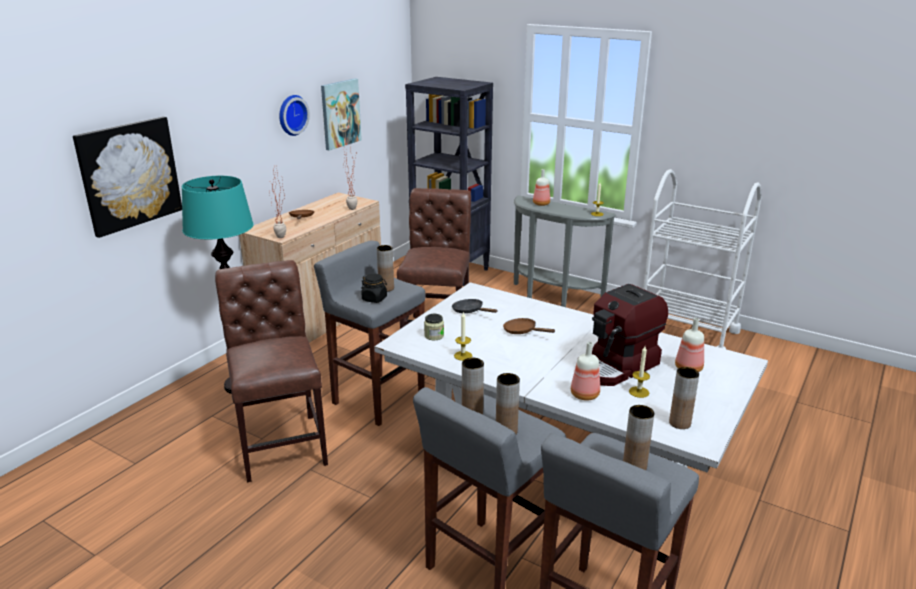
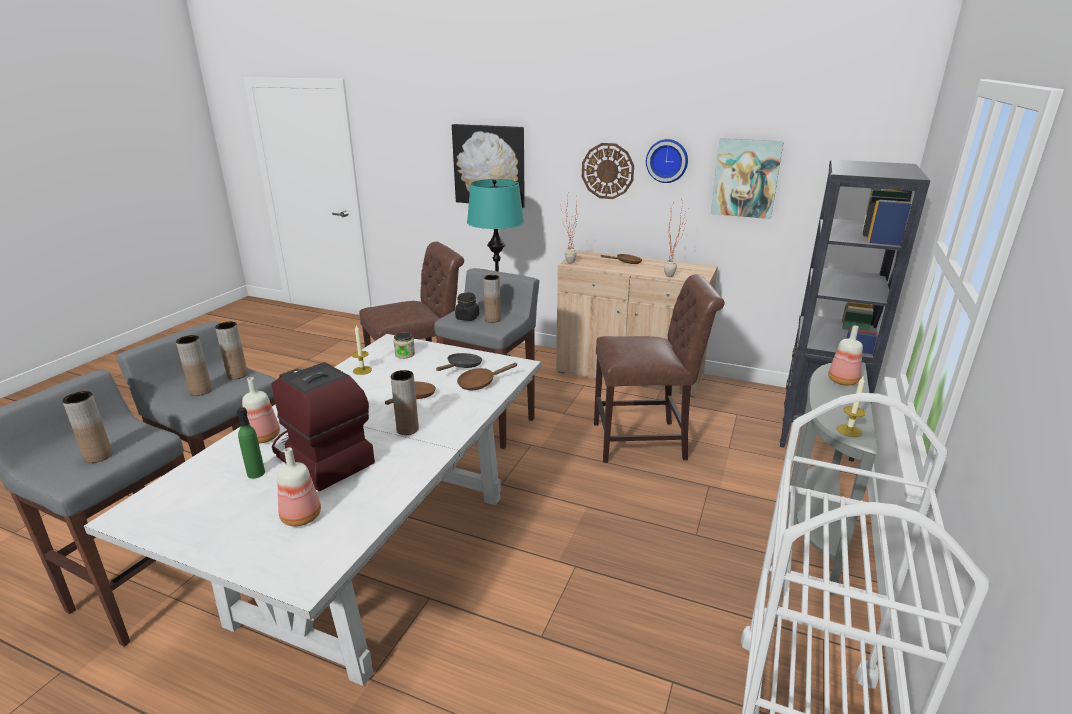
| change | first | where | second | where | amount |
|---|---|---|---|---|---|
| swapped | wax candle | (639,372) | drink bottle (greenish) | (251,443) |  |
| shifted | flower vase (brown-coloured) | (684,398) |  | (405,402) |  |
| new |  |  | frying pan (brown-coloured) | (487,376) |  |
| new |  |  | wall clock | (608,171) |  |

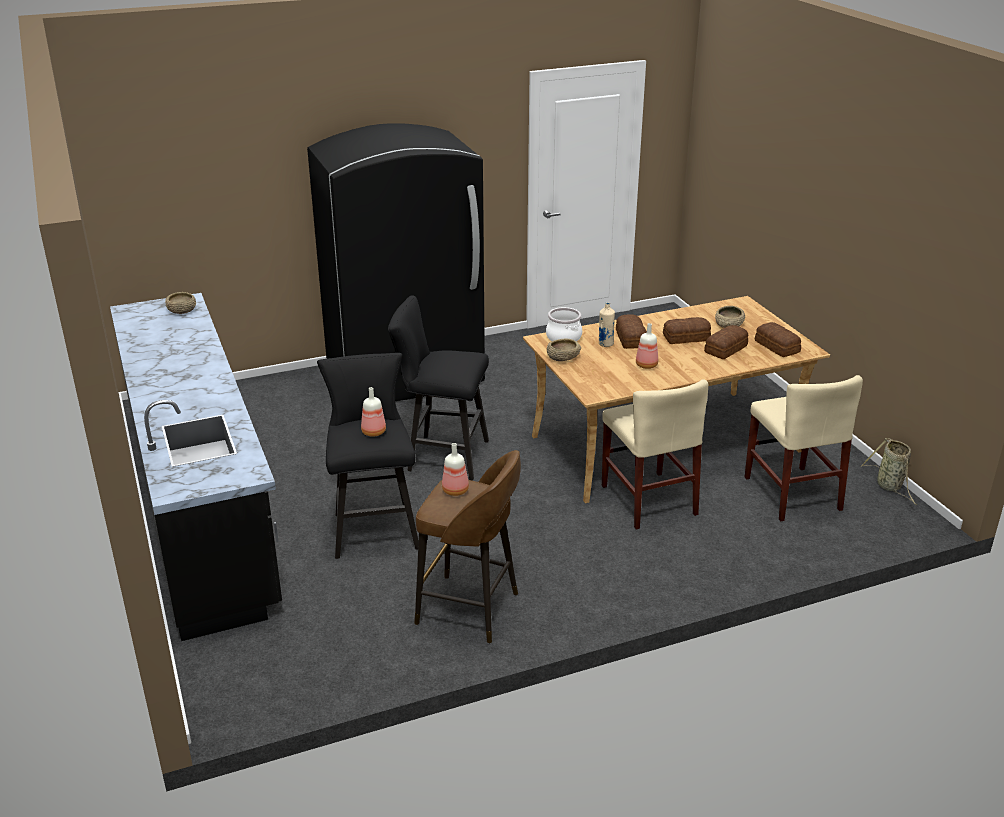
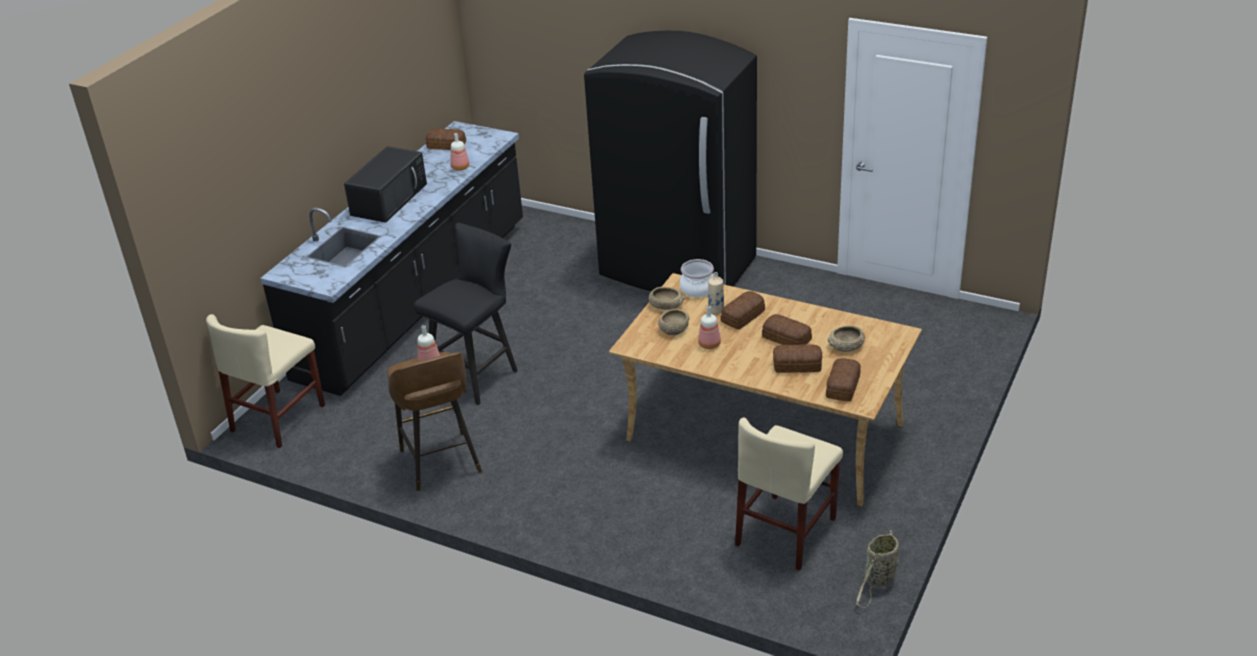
| change | first | where | second | where | amount |
|---|---|---|---|---|---|
| shifted | bowl (beige) | (180,303) |  | (673,322) |  |
| shifted | drink bottle | (373,412) |  | (459,152) |  |
| gone | stool seat (black-coloured) | (438,388) |  |  |  |
| shifted | chair (beige) | (655,454) |  | (265,381) |  |
| new |  |  | microwave (black-coloured) | (385,184) |  |
| new |  |  | bread | (446,139) |  |

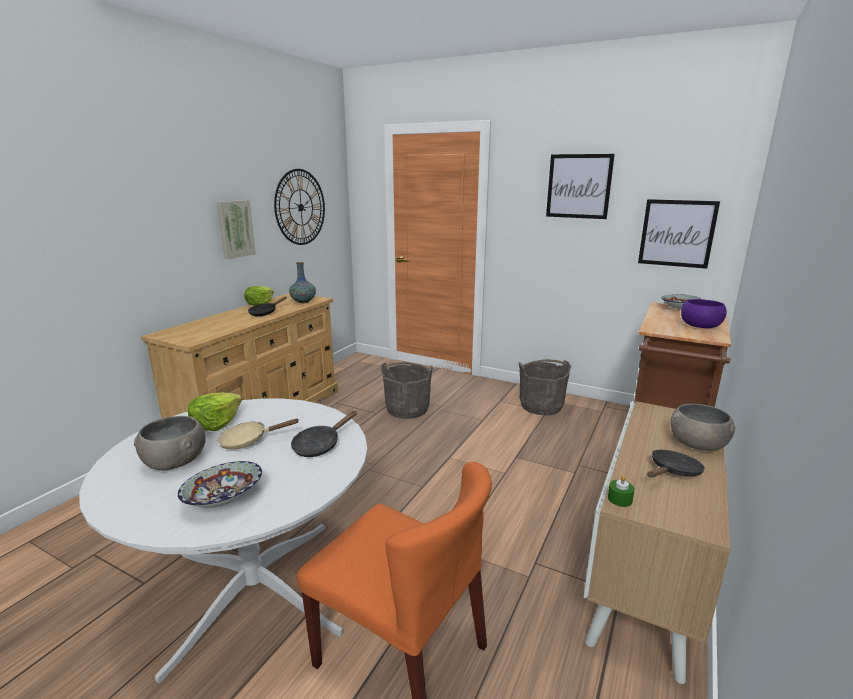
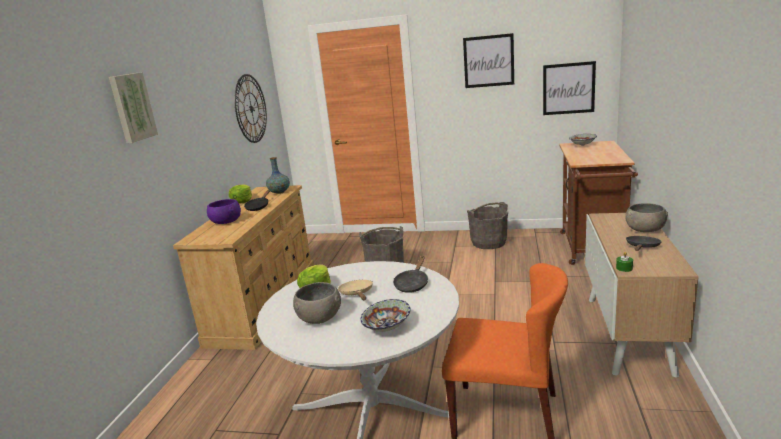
| change | first | where | second | where | amount |
|---|---|---|---|---|---|
| shifted | wall picture | (236,229) |  | (133,107) |  |
| rotated | frying pan (beige) | (258,434) |  | (355,290) | 105 degrees clockwise |
| shifted | bowl (purplish) | (704,313) |  | (224,211) |  |

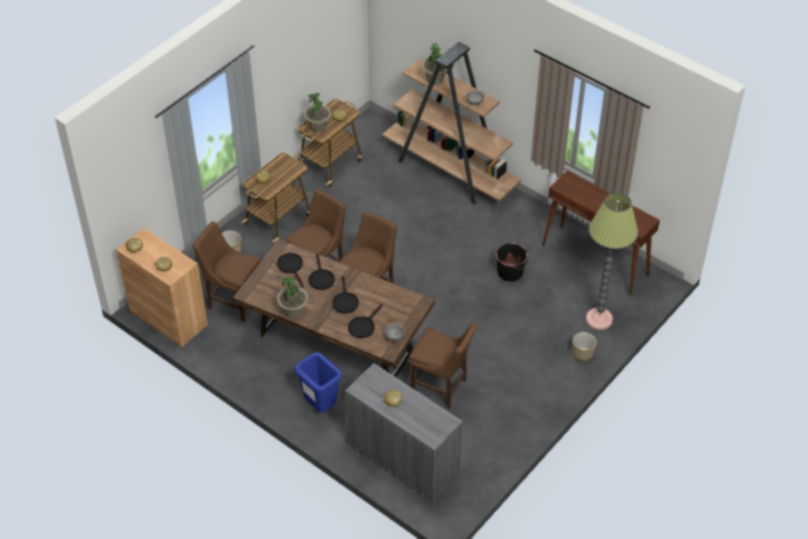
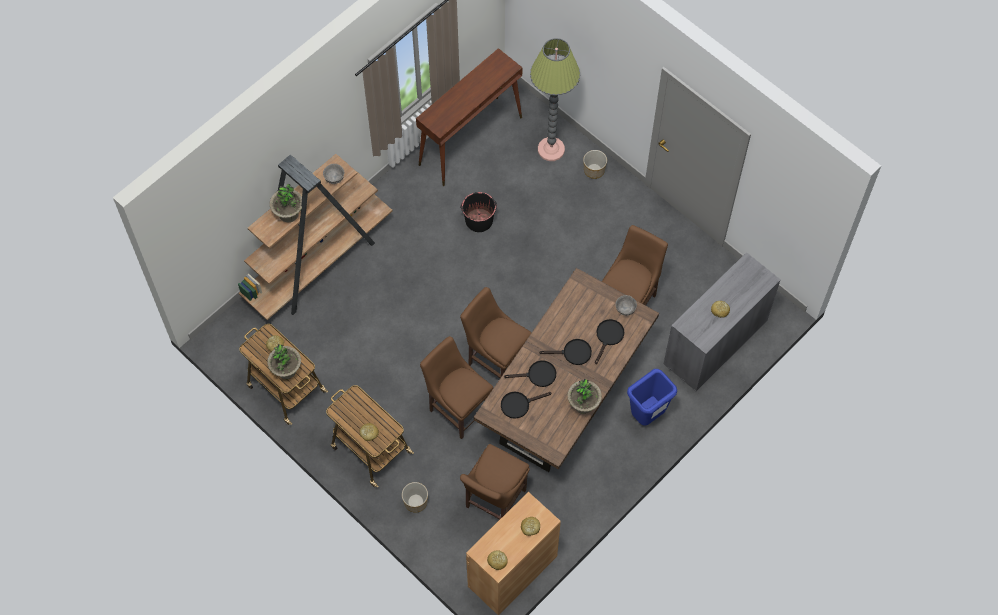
| change | first | where | second | where | amount |
|---|---|---|---|---|---|
| rotated | frying pan (black-coloured) | (365,321) |  | (609,341) | 105 degrees counterclockwise |

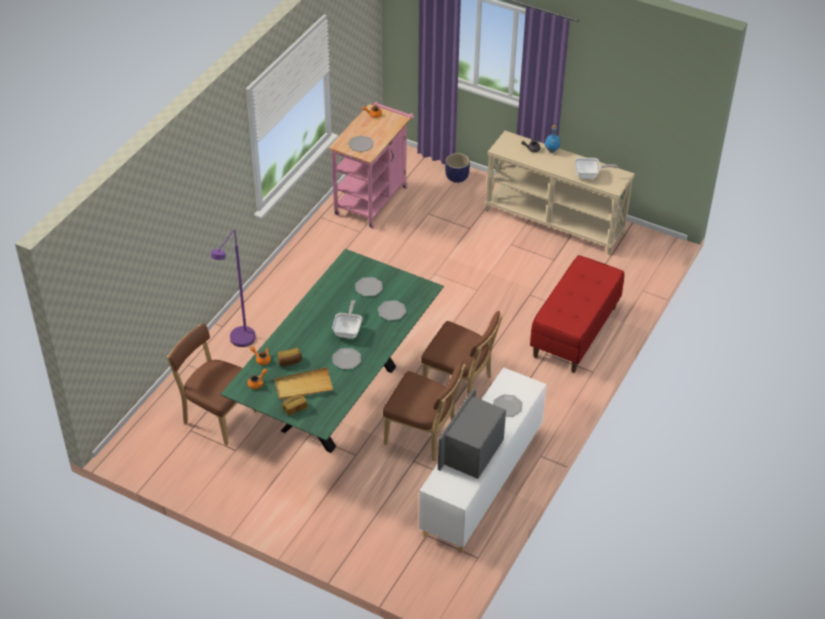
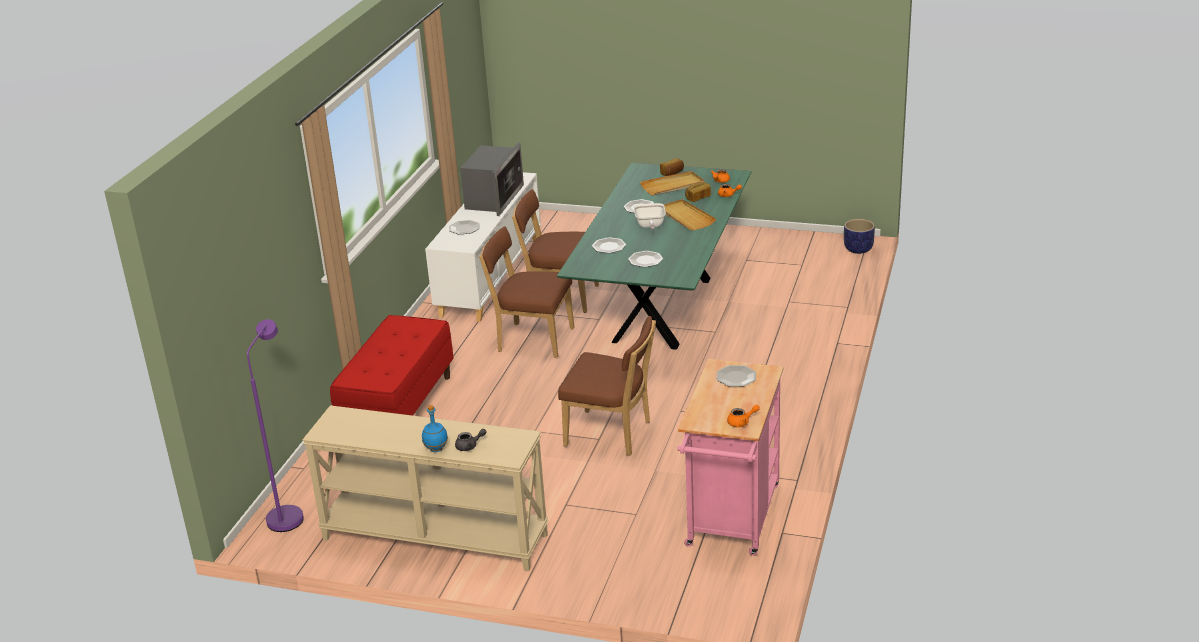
| change | first | where | second | where | amount |
|---|---|---|---|---|---|
| shifted | chair (brown-coloured) | (212,384) |  | (607,386) |  |
| shifted | standing lamp (purplish) | (233,288) |  | (275,425) |  |
| shifted | plant pot | (457,168) |  | (859,236) |  |
| gone | frying pan | (596,168) |  |  |  |
| new |  |  | serving tray (beige) | (689,214) |  |

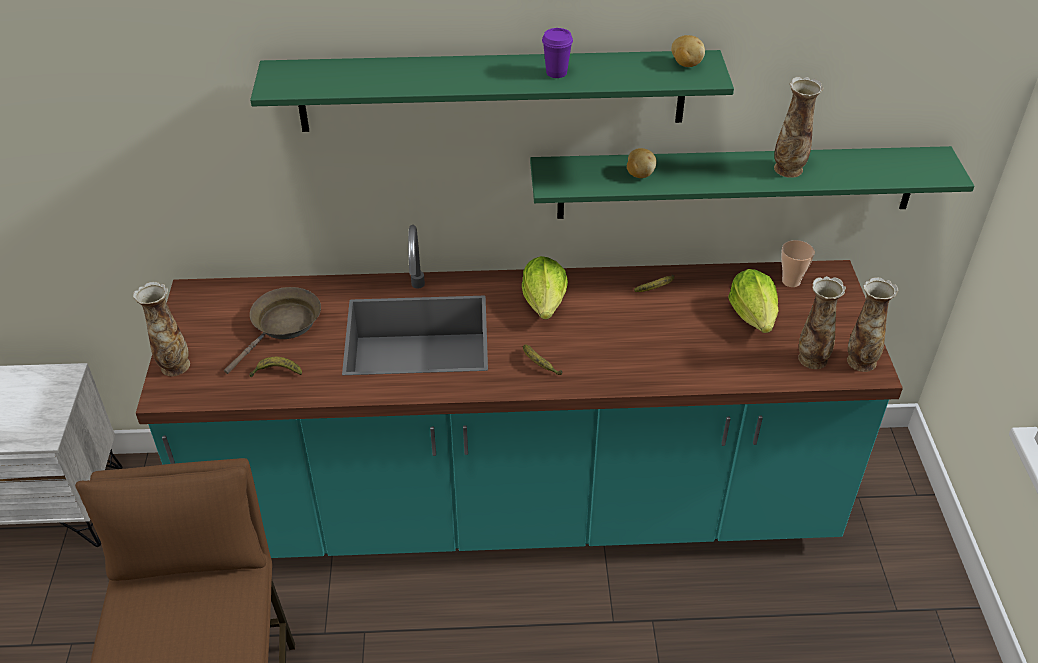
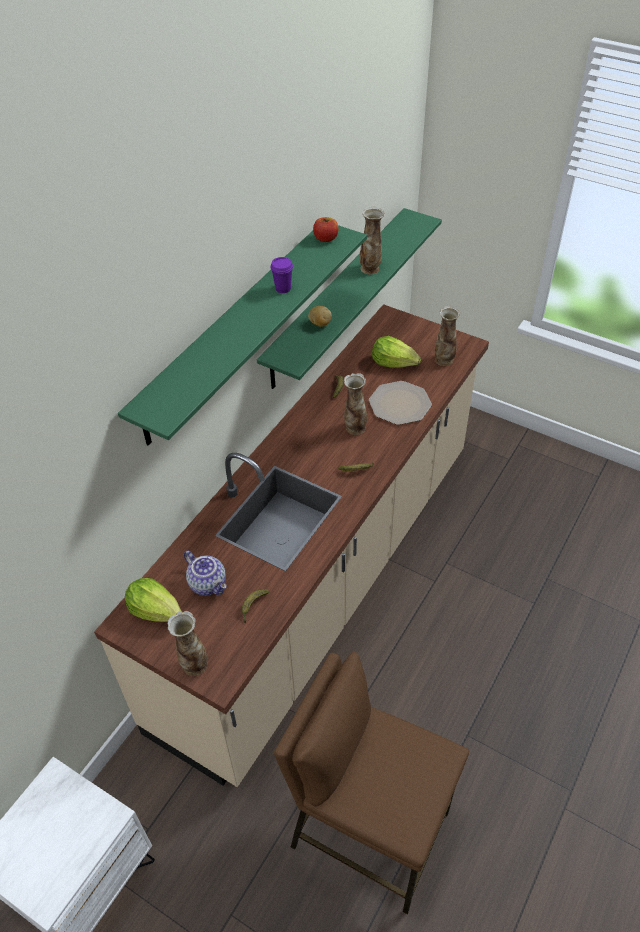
| change | first | where | second | where | amount |
|---|---|---|---|---|---|
| repainted | kitchen base unit (turquoise-coloured) | (519,391) | kitchen base unit (beige) | (291,545) |  |
| swapped | frying pan (brown-coloured) | (272,330) | pot for tea | (205,573) |  |
| shifted | lettuce | (545,287) |  | (153,600) |  |
| swapped | whole potato | (688,51) | apple | (326,229) |  |
| gone | cup | (798,263) |  |  |  |
| shifted | flower vase | (872,324) |  | (355,404) |  |
| new |  |  | flat dish | (400,403) |  |

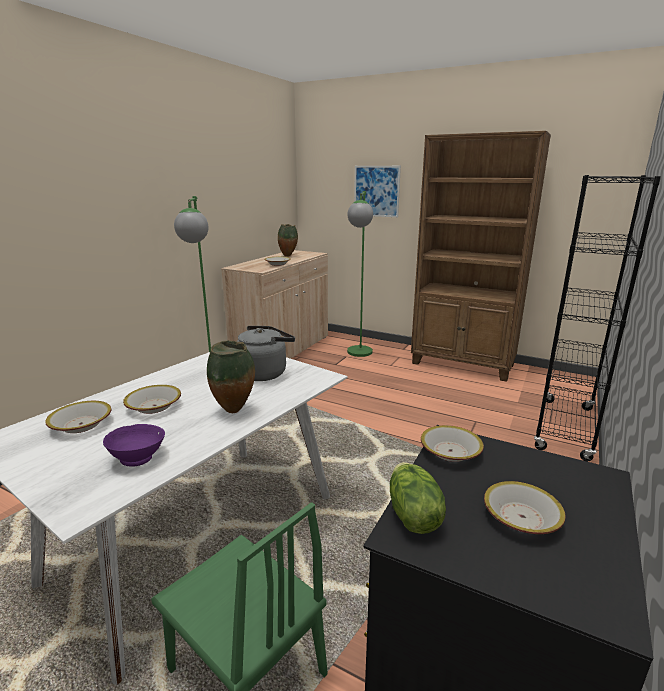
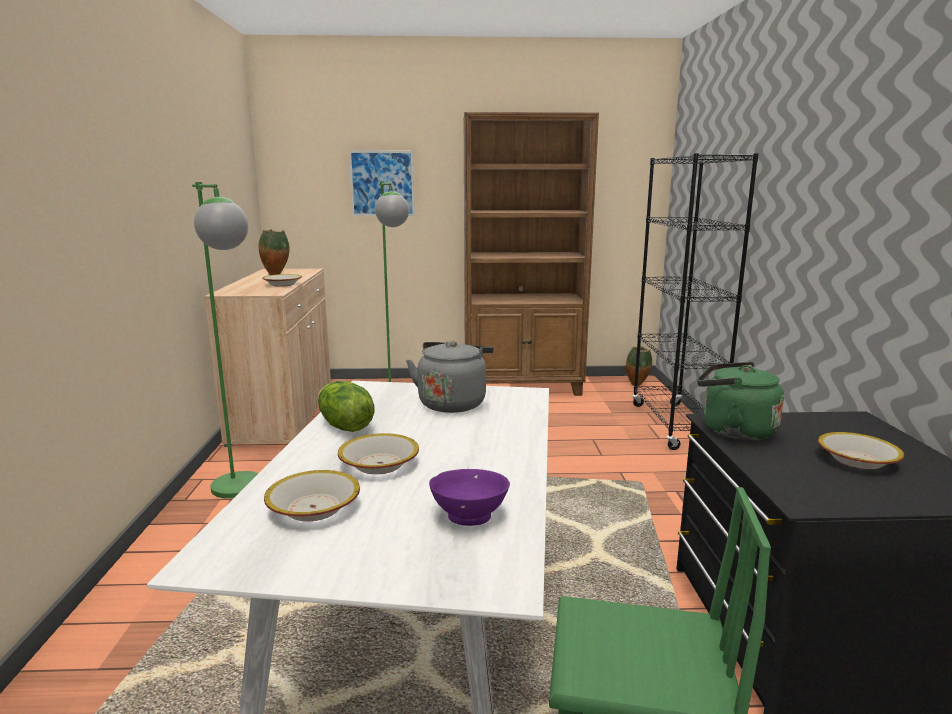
| change | first | where | second | where | amount |
|---|---|---|---|---|---|
| shifted | flower vase | (231,376) |  | (639,366) |  |
| shifted | lettuce | (418,498) |  | (346,406) |  |
| swapped | bowl | (452,443) | water kettle (greenish) | (740,401) |  |

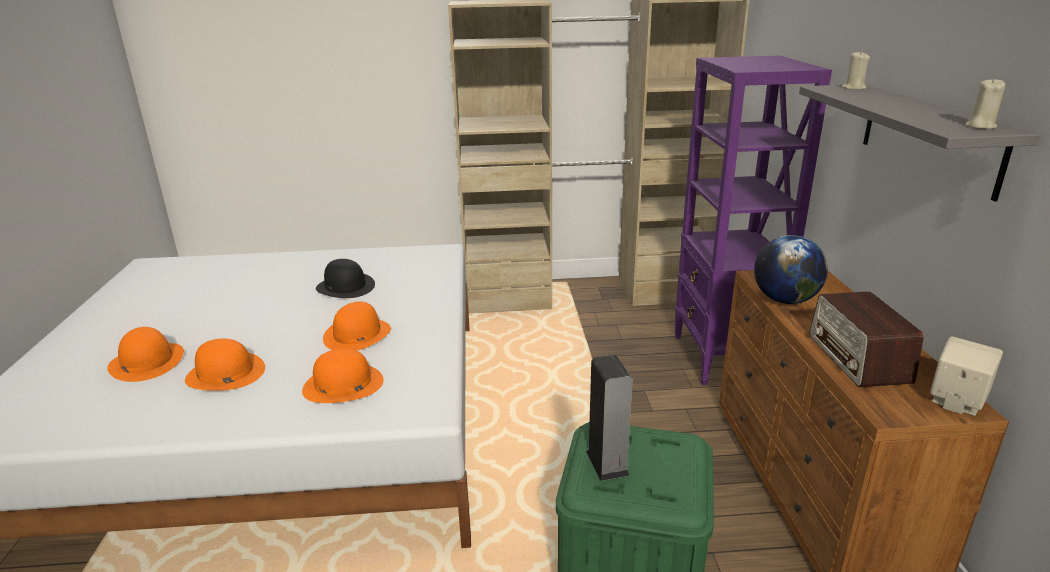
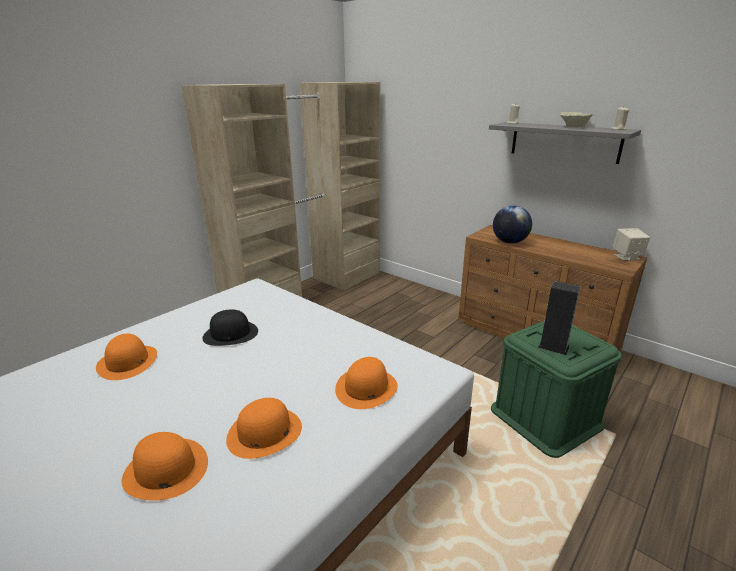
| change | first | where | second | where | amount |
|---|---|---|---|---|---|
| shifted | clothing hat (orange-coloured) | (357,326) |  | (126,357) |  |
| gone | bookcase (purplish) | (753,220) |  |  |  |
| gone | radio | (867,339) |  |  |  |
| new |  |  | bowl (beige) | (576,119) |  |

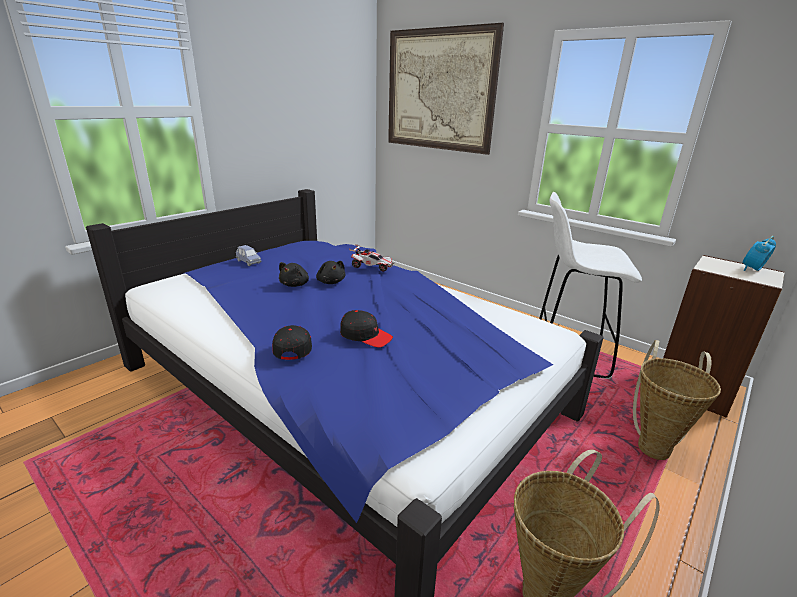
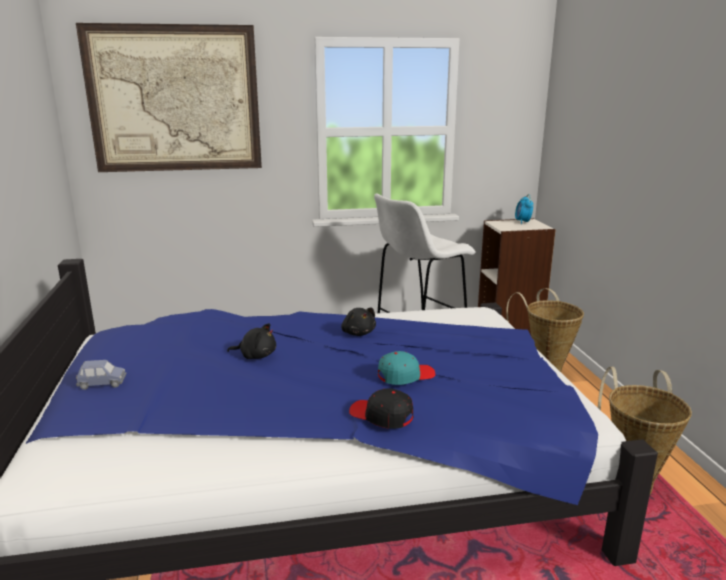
| change | first | where | second | where | amount |
|---|---|---|---|---|---|
| shifted | cuddly toy (black-coloured) | (294,274) |  | (358,322) |  |
| repainted | baseball cap (black-coloured) | (366,328) | baseball cap (turquoise-coloured) | (406,368) |  |
| gone | model car | (371,258) |  |  |  |

